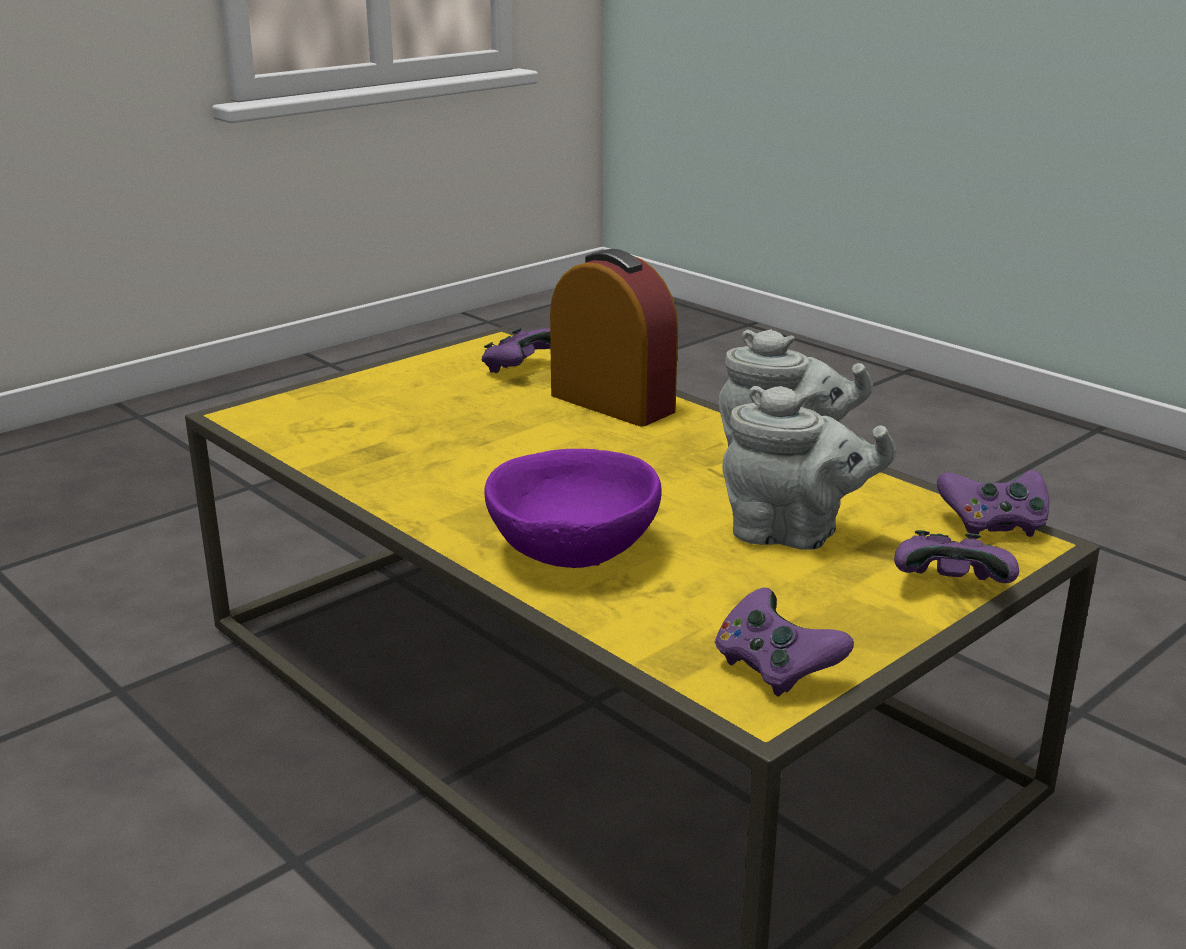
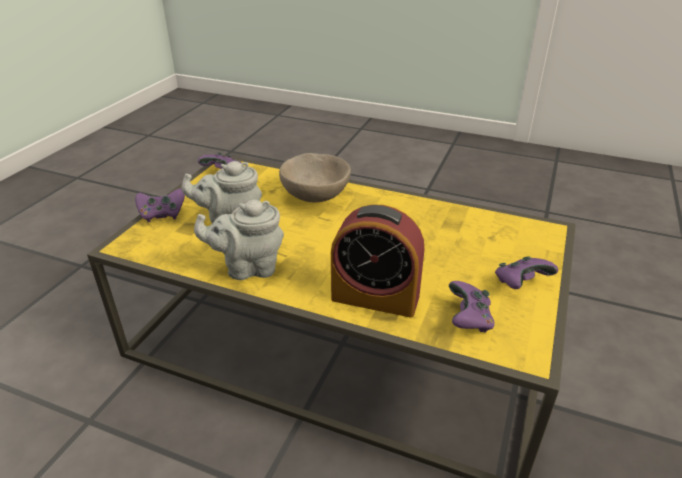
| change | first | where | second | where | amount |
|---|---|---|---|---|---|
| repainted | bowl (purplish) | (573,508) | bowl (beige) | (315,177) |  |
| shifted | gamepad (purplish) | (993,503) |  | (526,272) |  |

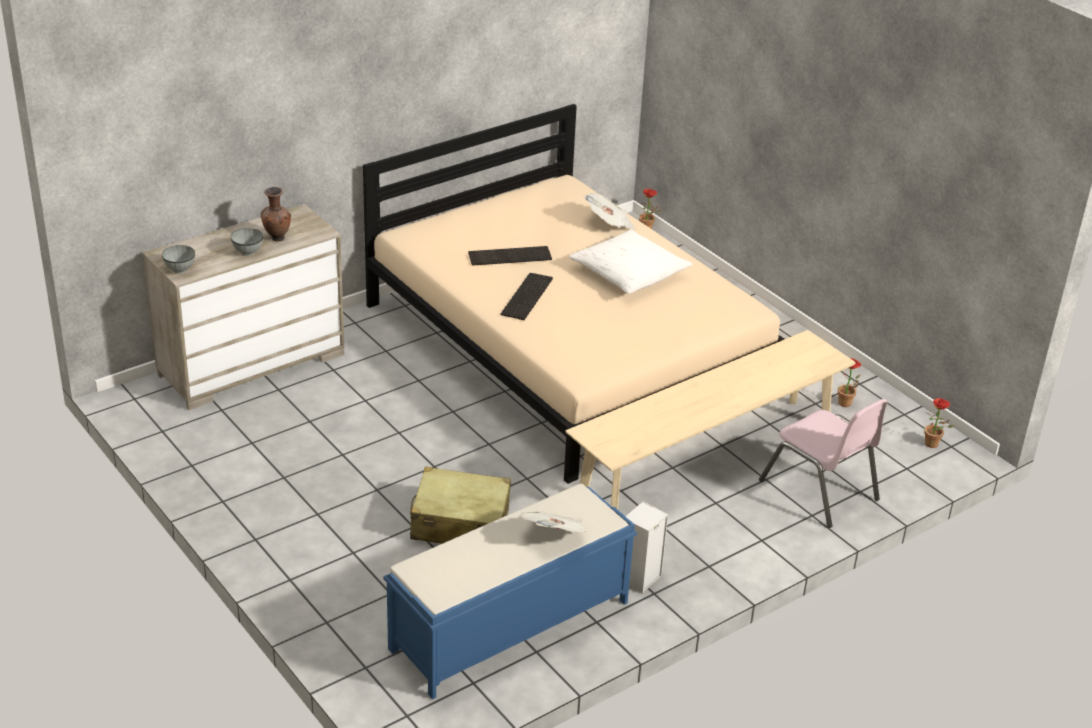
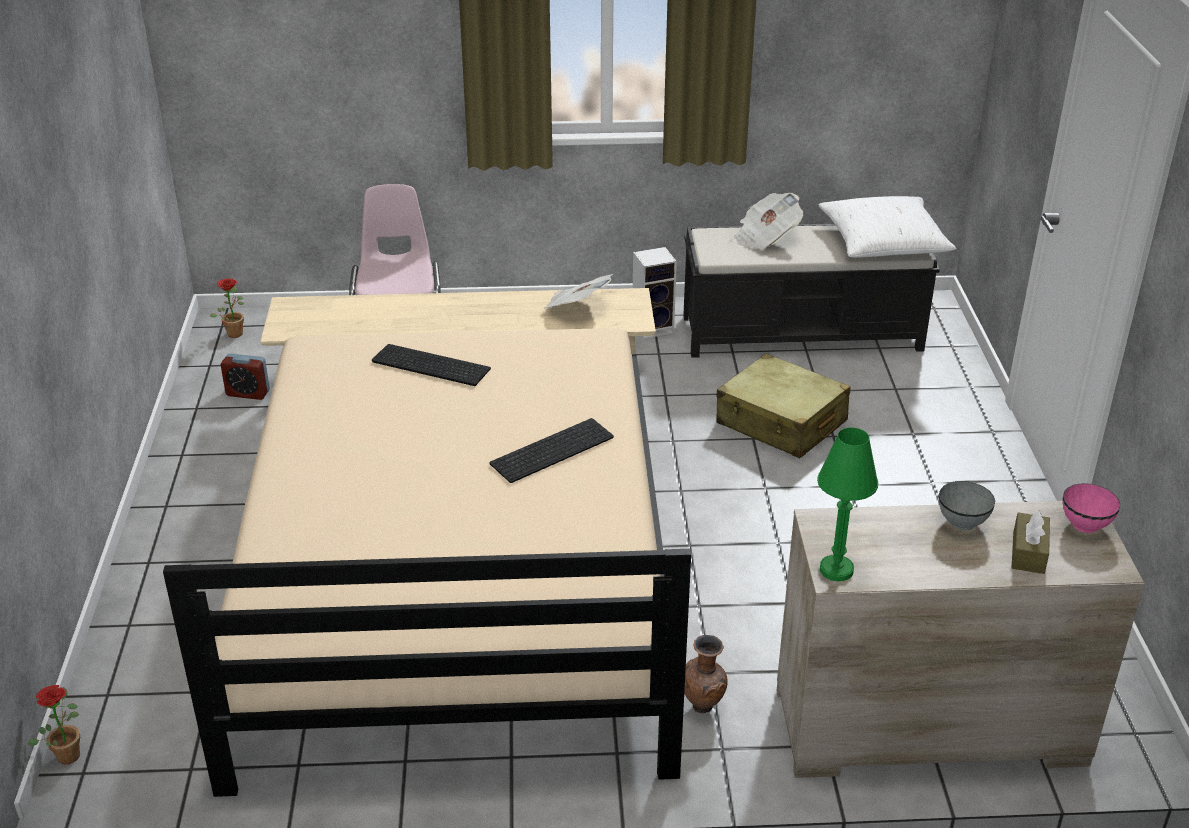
| change | first | where | second | where | amount |
|---|---|---|---|---|---|
| repainted | bowl (greyish) | (178,259) | bowl (pinkish) | (1091,508) |  |
| shifted | flower vase (brown-coloured) | (276,214) |  | (706,674) |  |
| repainted | indoor bench (bluish) | (510,591) | indoor bench (black-coloured) | (811,291) |  |
| shifted | PC keyboard | (510,255) |  | (431,365) |  |
| shifted | pillow (whitish) | (631,262) |  | (887,227) |  |
| shifted | printed paper | (609,211) |  | (578,291) |  |
| swapped | plant in a pot | (849,382) | table clock | (245,376) |  |
| new |  |  | tabletop lamp (greenish) | (847,504) |  |
| new |  |  | box of tissues (brown-coloured) | (1031,542) |  |

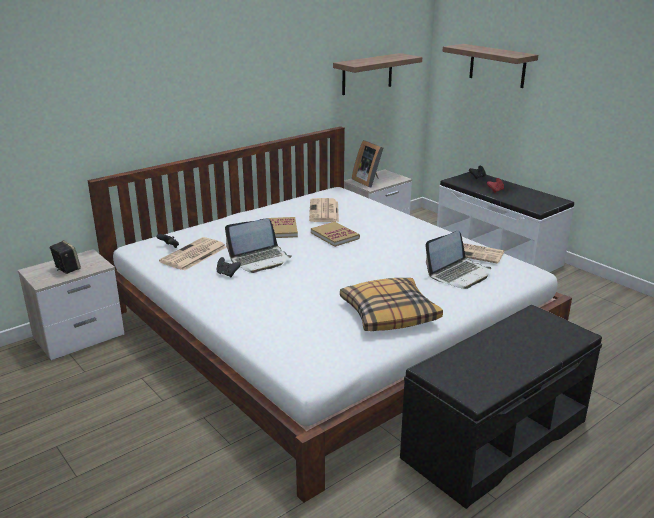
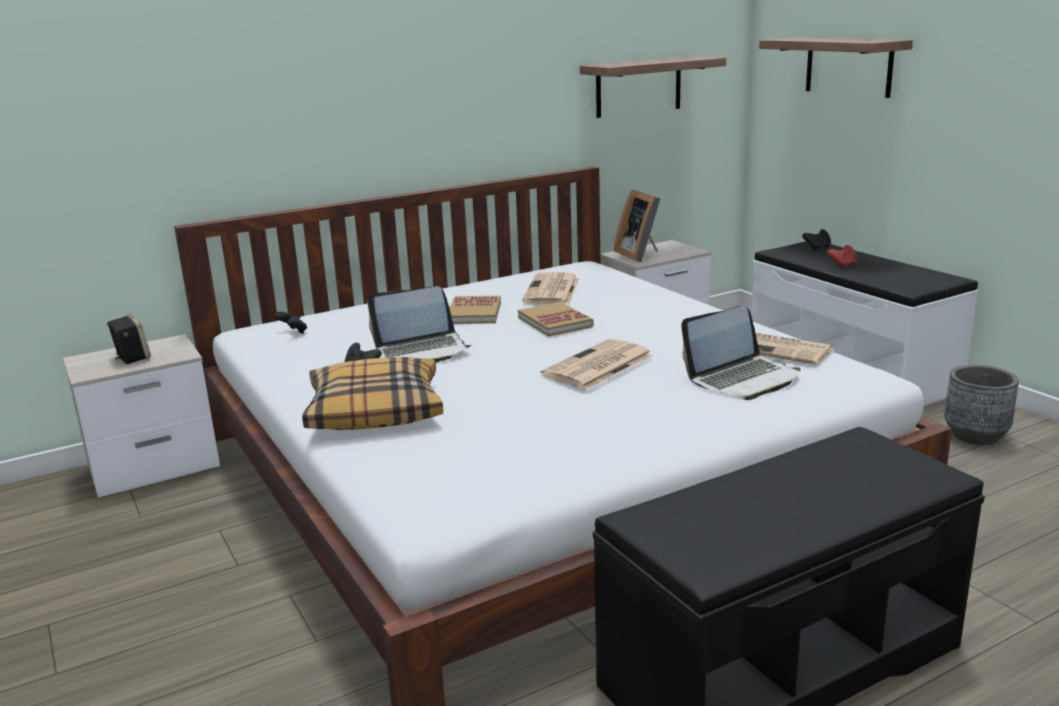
| change | first | where | second | where | amount |
|---|---|---|---|---|---|
| shifted | printed paper | (193,254) |  | (597,364) |  |
| shifted | pillow | (391,304) |  | (372,393) |  |
| new |  |  | plant pot (greyish) | (981,405) |  |

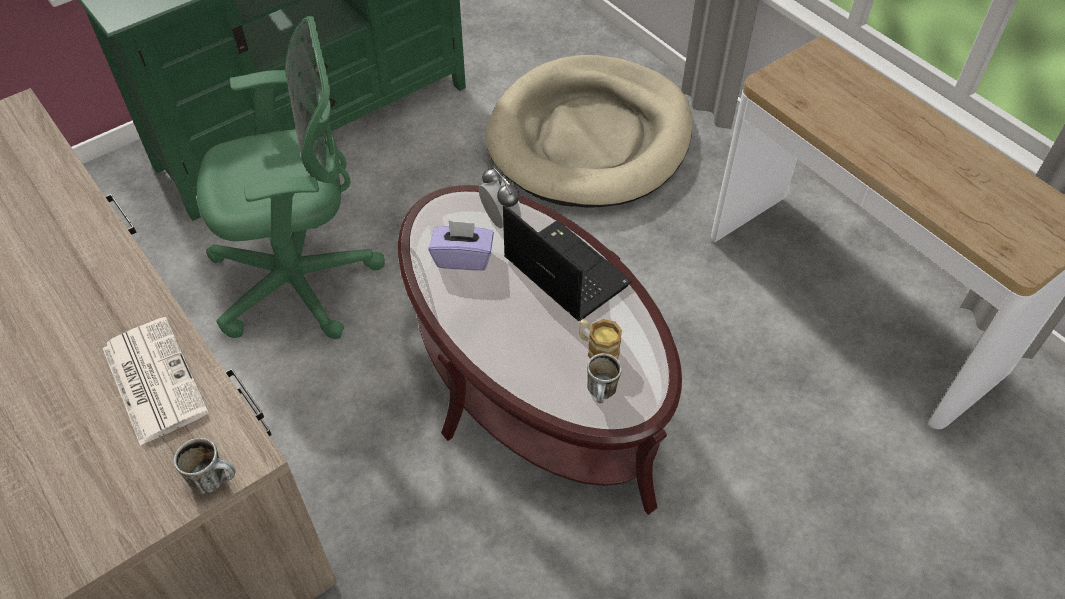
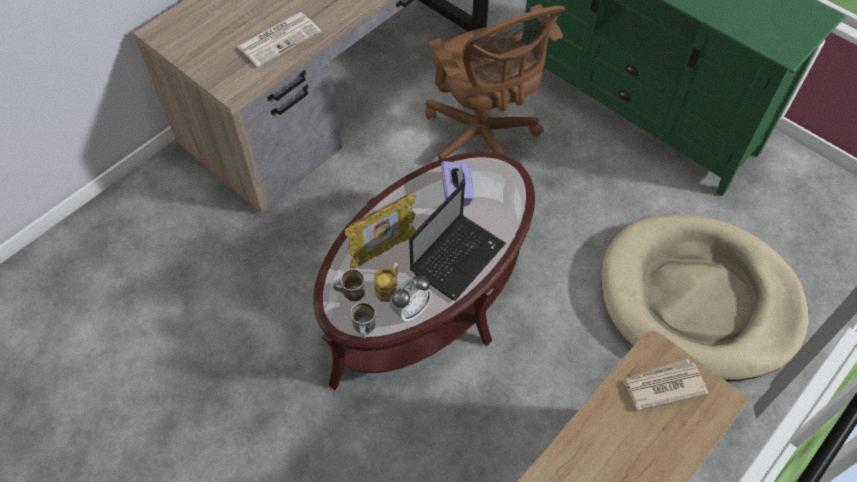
| change | first | where | second | where | amount |
|---|---|---|---|---|---|
| shifted | mug | (205,466) |  | (363,320) |  |
| repainted | desk chair (greenish) | (291,177) | desk chair (brown-coloured) | (495,82) |  |
| shifted | table clock | (500,197) |  | (410,298) |  |
| new |  |  | picture frame | (380,231) |  |
| new |  |  | printed paper | (665,385) |  |

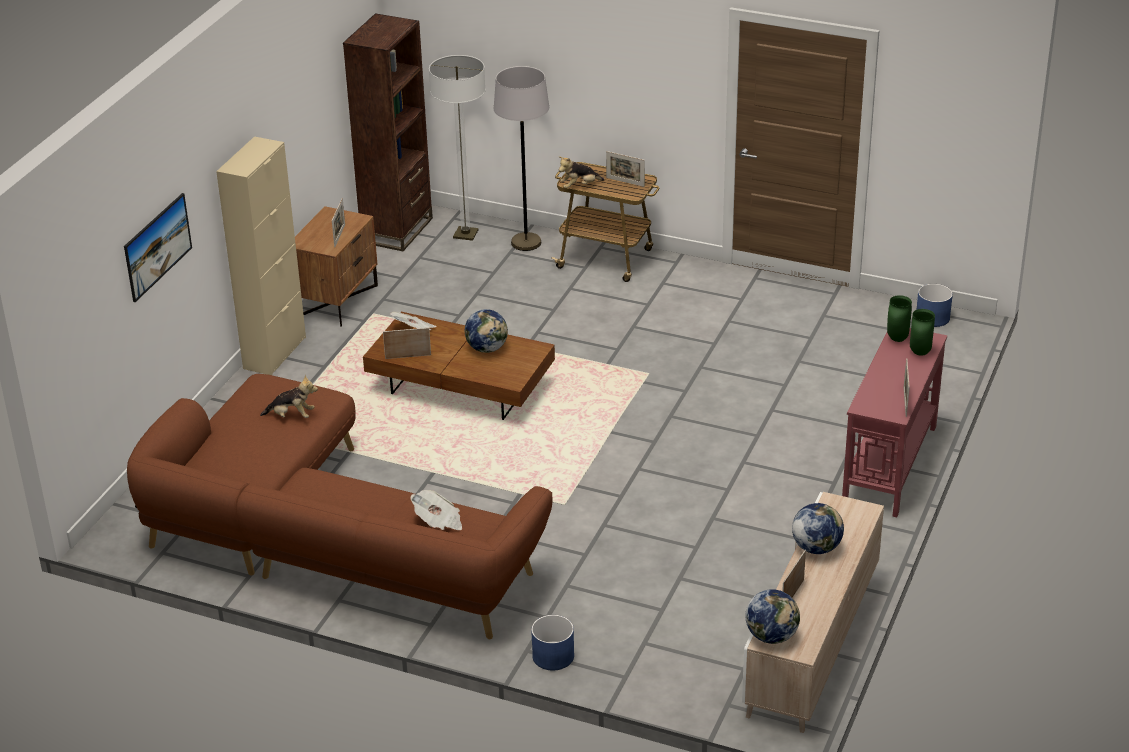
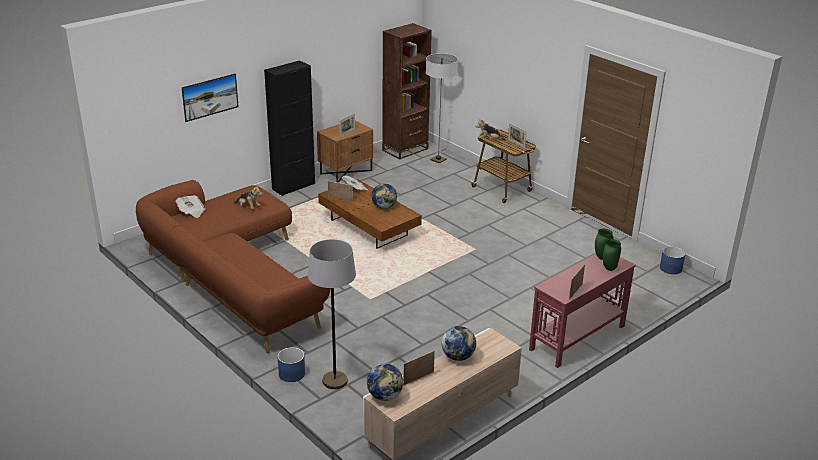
| change | first | where | second | where | amount |
|---|---|---|---|---|---|
| repainted | storage cabinet (beige) | (261,255) | storage cabinet (black-coloured) | (289,128) |  |
| shifted | printed paper | (436,510) |  | (190,206) |  |
| shifted | standing lamp (greyish) | (521,158) |  | (332,314) |  |

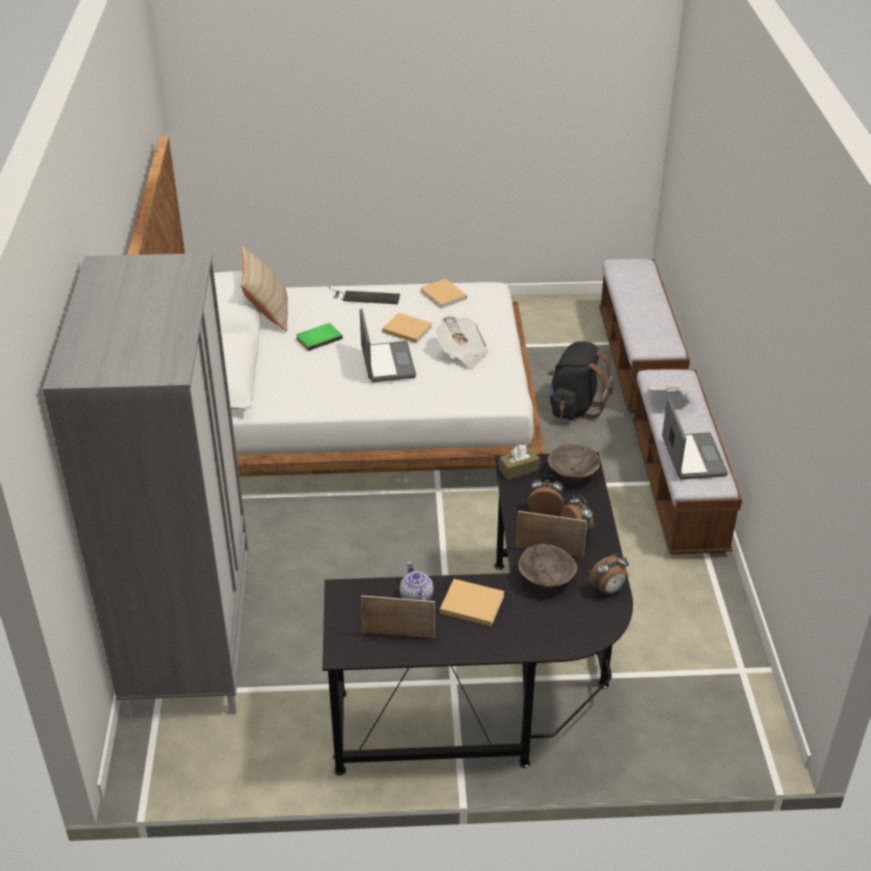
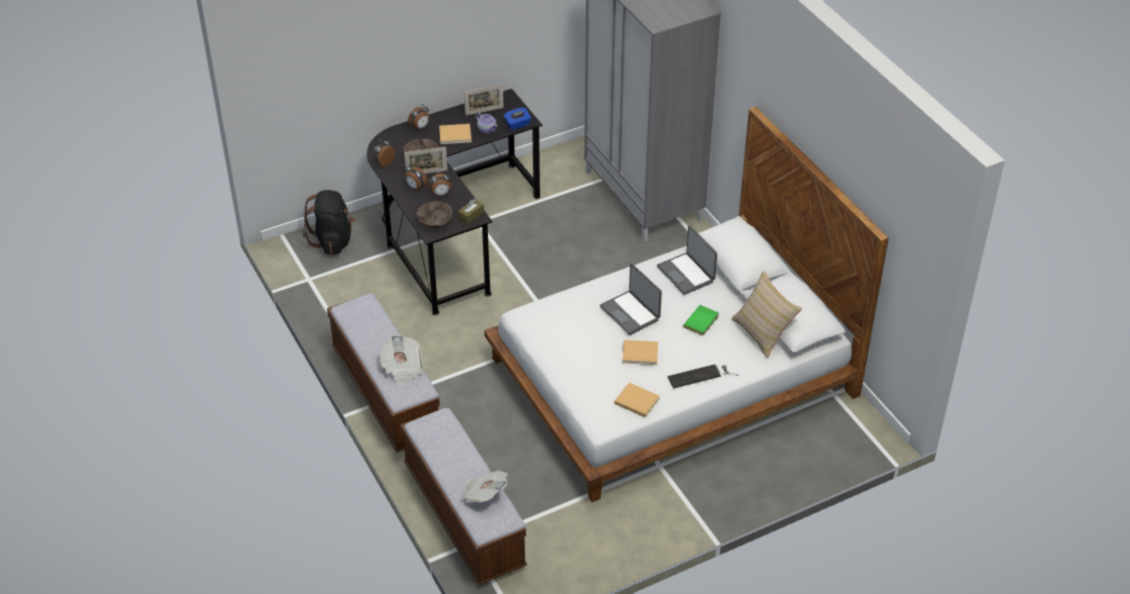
| change | first | where | second | where | amount |
|---|---|---|---|---|---|
| shifted | printed paper | (462,341) |  | (484,486) |  |
| shifted | backpack (black-coloured) | (580,380) |  | (329,222) |  |
| shifted | notebook computer | (695,439) |  | (687,260) |  |
| new |  |  | table clock | (419,117) |  |
| new |  |  | box of tissues (bluish) | (517,119) |  |

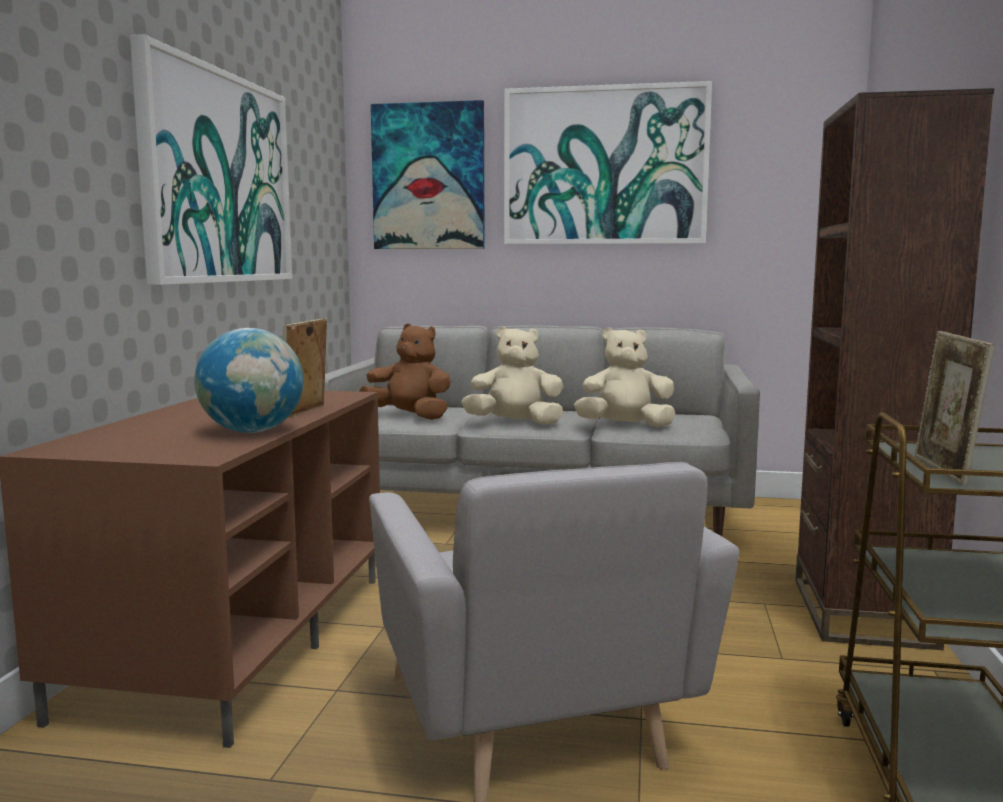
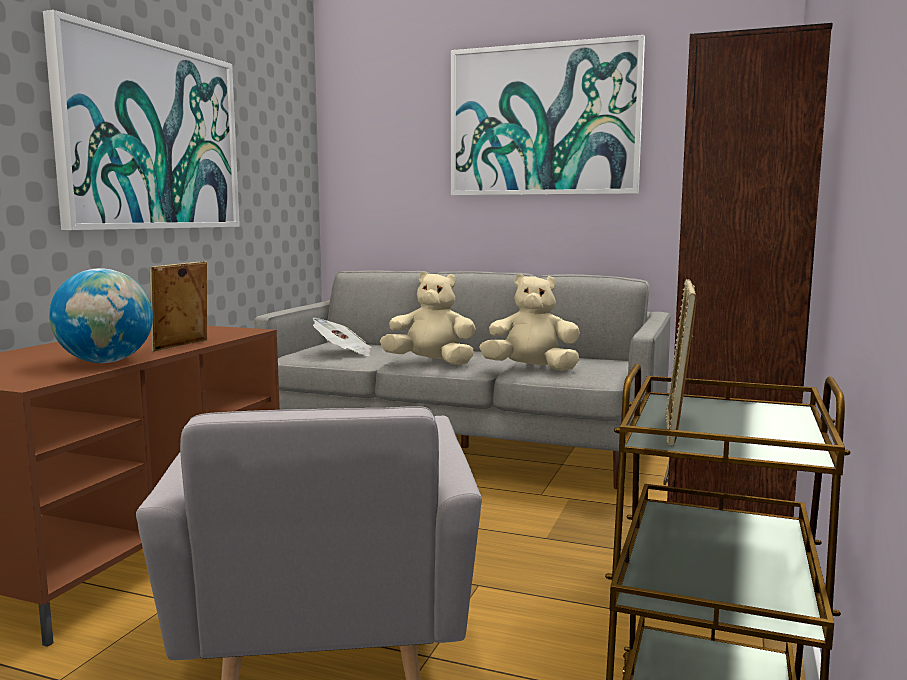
| change | first | where | second | where | amount |
|---|---|---|---|---|---|
| swapped | cuddly toy (brown-coloured) | (405,371) | printed paper | (342,337) |  |
| gone | wall picture | (428,174) |  |  |  |

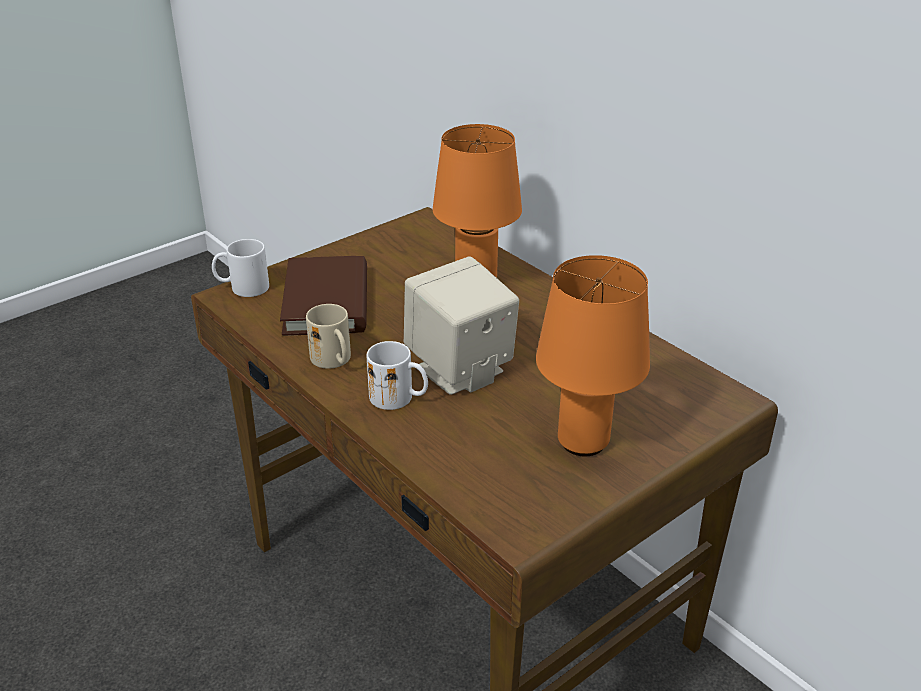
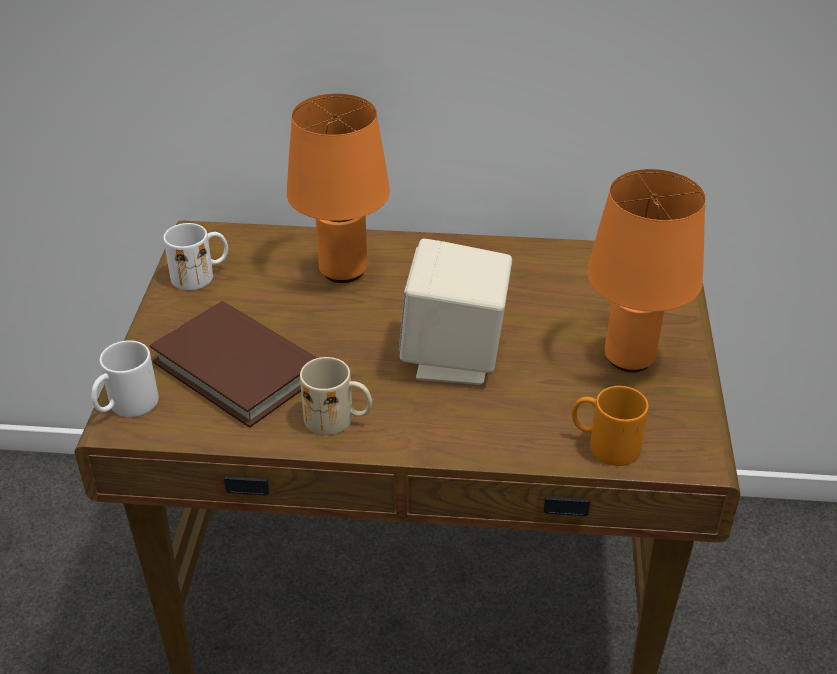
| change | first | where | second | where | amount |
|---|---|---|---|---|---|
| shifted | mug (whitish) | (397,375) |  | (196,256) |  |
| new |  |  | mug (orange-coloured) | (610,426) |  |

